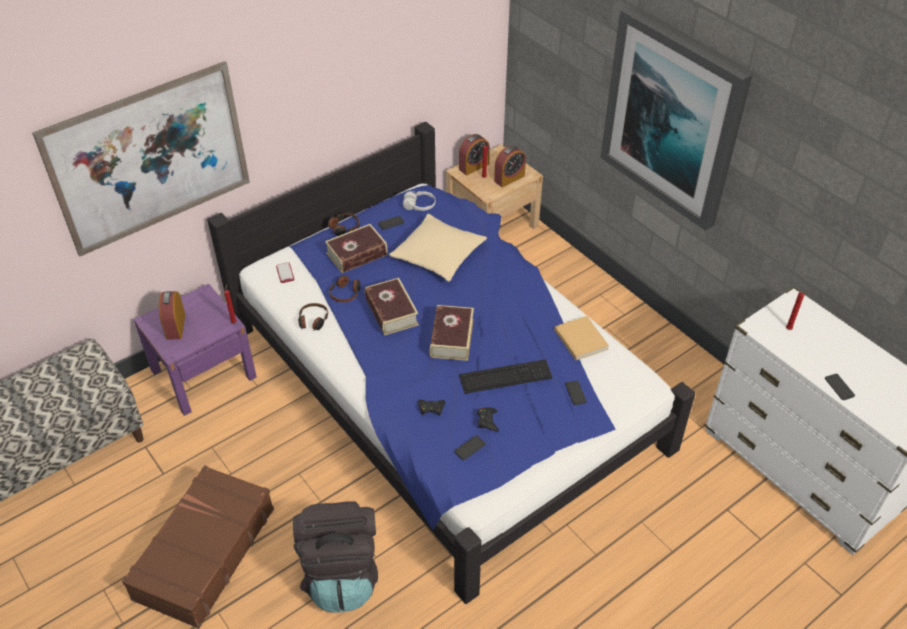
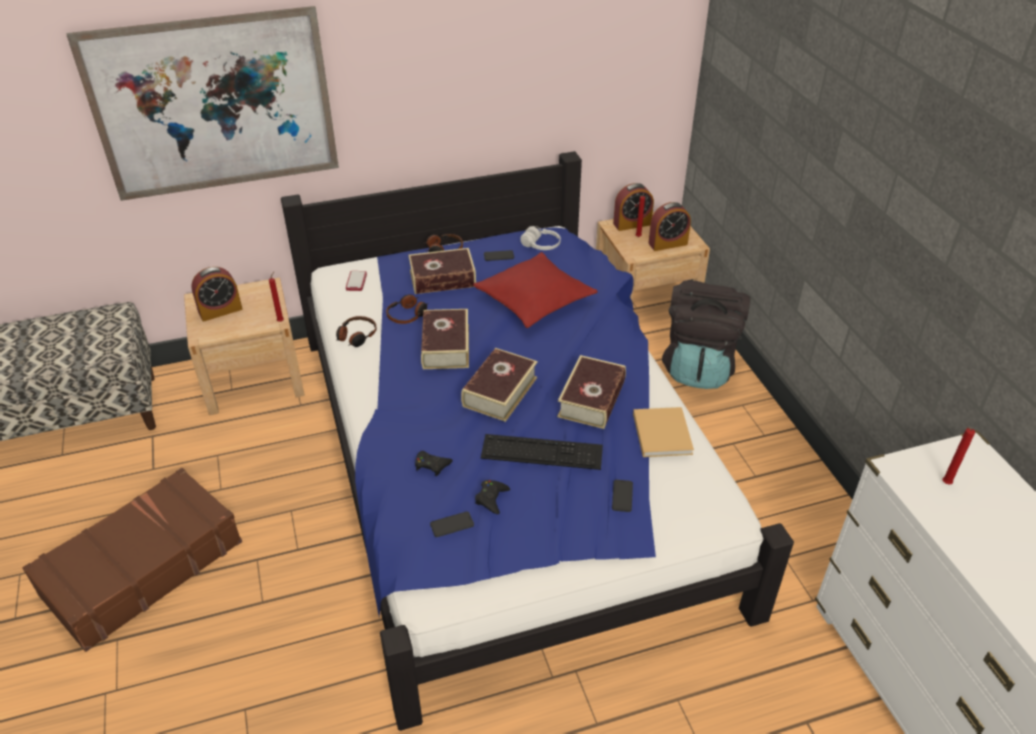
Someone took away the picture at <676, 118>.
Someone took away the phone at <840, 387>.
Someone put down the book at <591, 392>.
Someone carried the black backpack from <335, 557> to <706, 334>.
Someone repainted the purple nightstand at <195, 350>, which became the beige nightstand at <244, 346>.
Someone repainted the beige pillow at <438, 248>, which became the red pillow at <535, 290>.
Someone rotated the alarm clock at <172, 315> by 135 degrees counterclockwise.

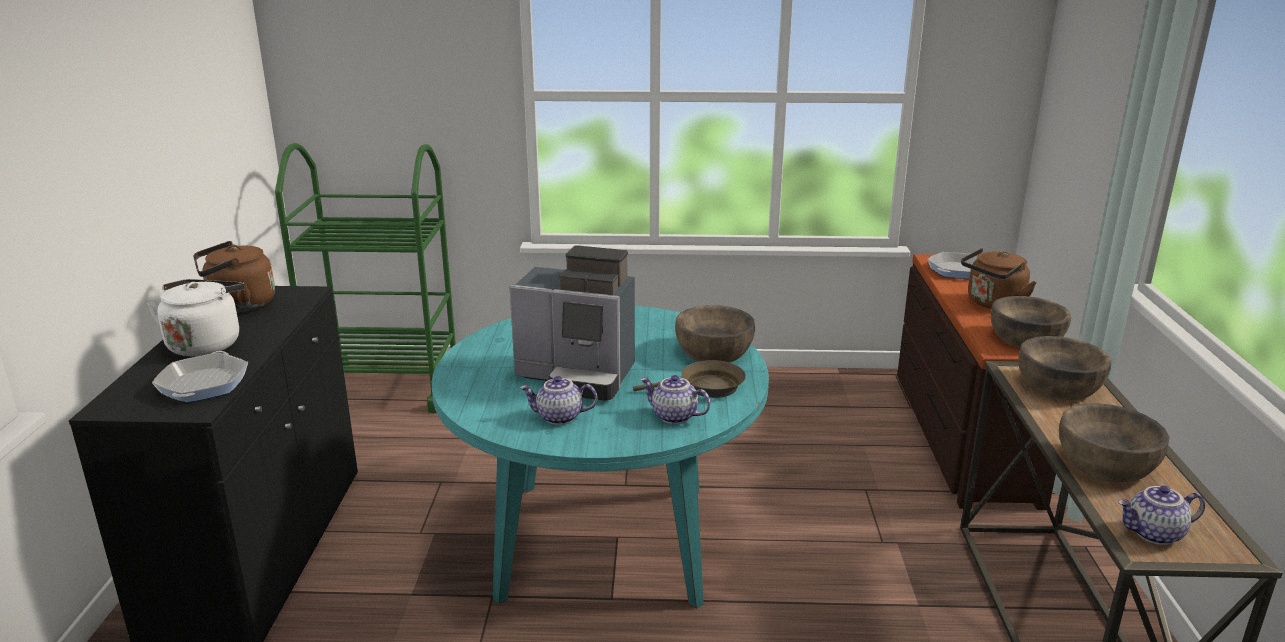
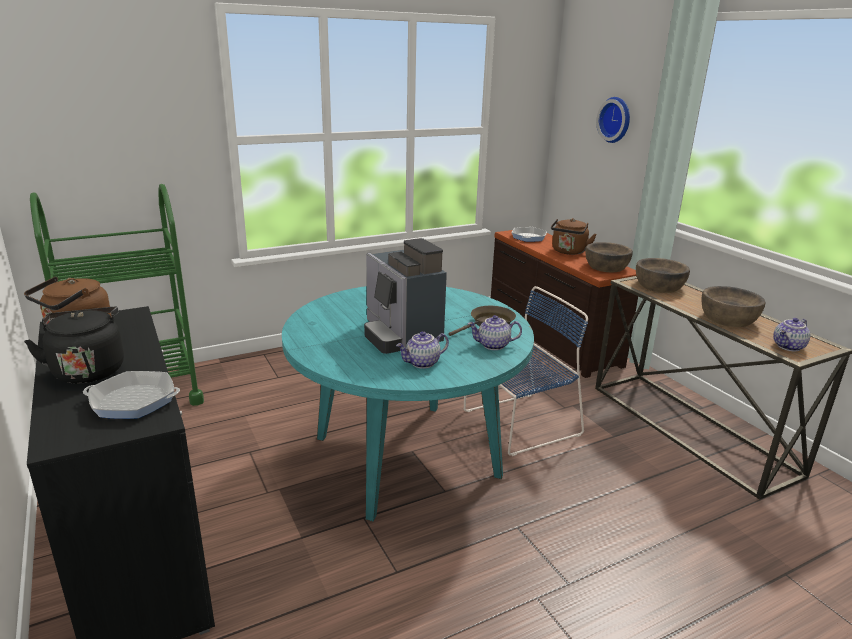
Someone took away the brown bowl at <715, 333>.
Someone put down the blue chair at <526, 371>.
Someone put up the wall clock at <613, 120>.
Someone repainted the white kettle at <196, 318>, which became the black kettle at <74, 345>.
Someone rotated the frying pan at <200, 377> by 120 degrees clockwise.
Someone rotated the coffee machine at <572, 323> by 75 degrees clockwise.

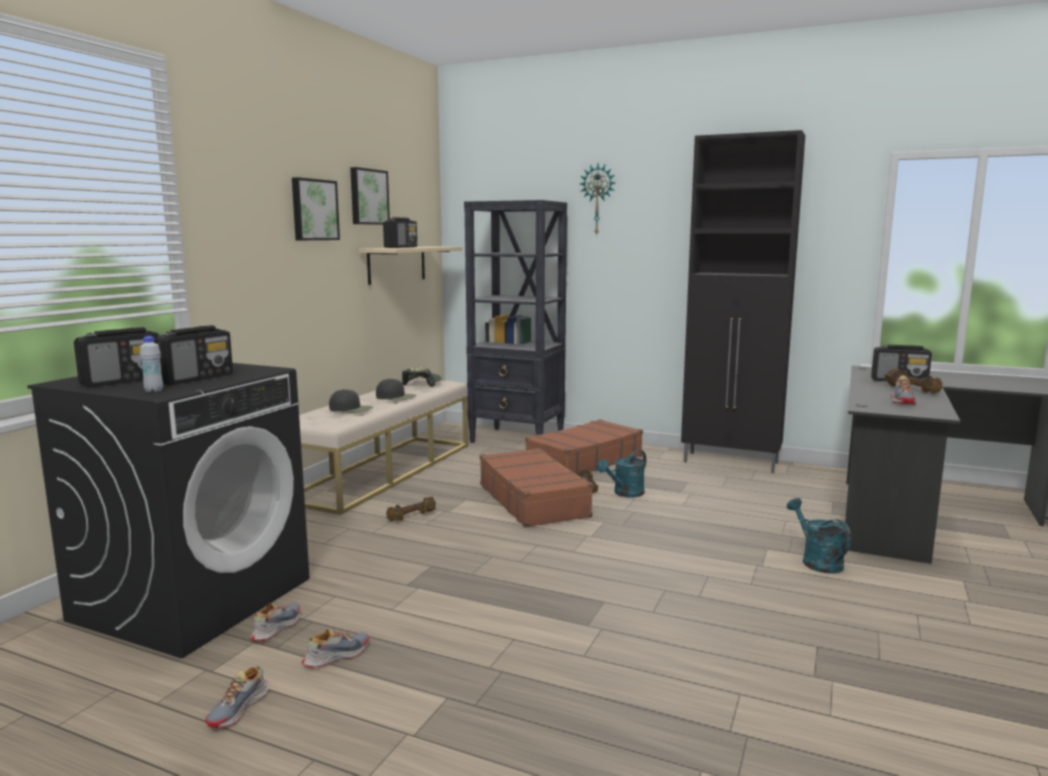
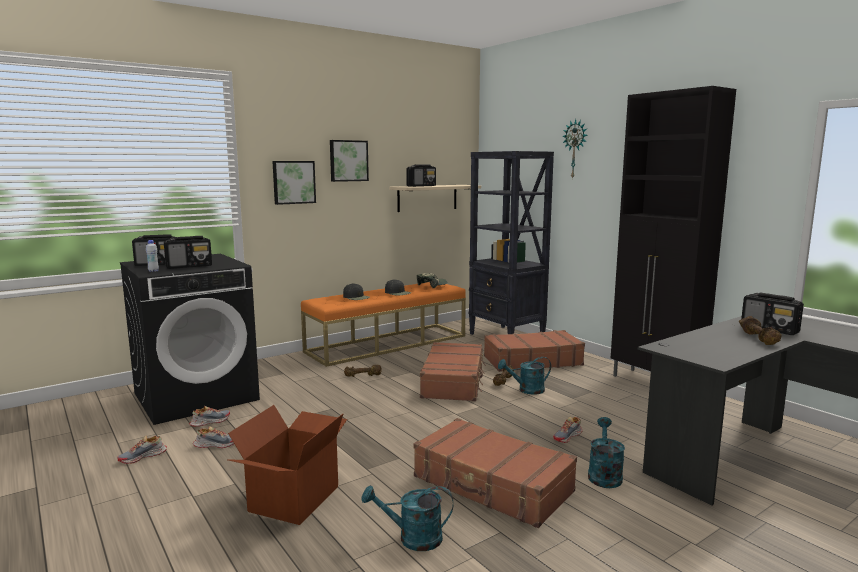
Someone put down the cardboard box at <287, 465>.
Someone put down the turquoise watering can at <407, 518>.
Someone put down the brown suitcase at <495, 473>.
Someone carried the picture from <370, 196> to <294, 183>.
Someone carried the shoe from <903, 389> to <568, 430>.
Someone repainted the beige bench at <383, 446>, which became the orange bench at <383, 324>.

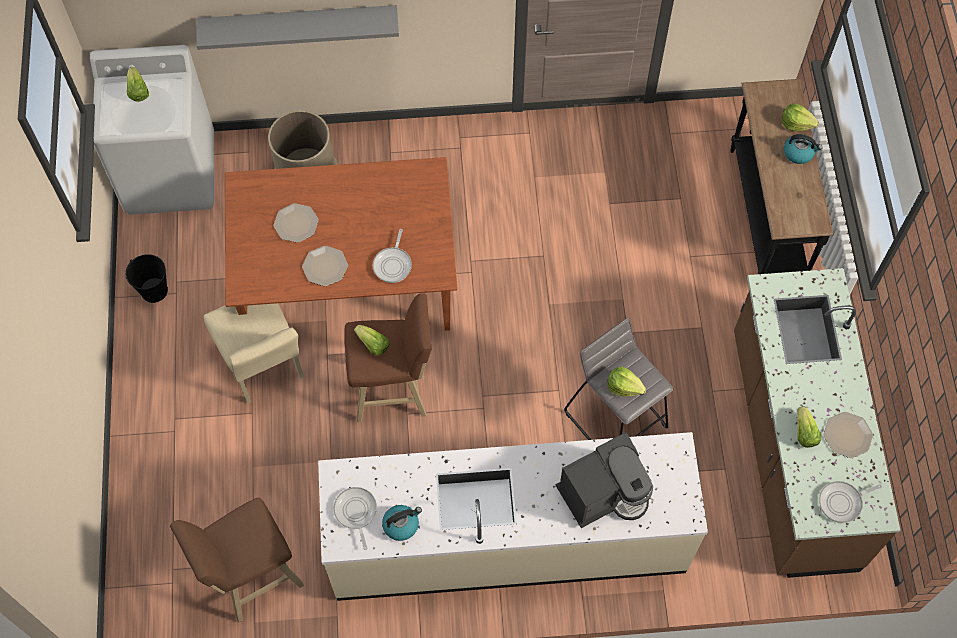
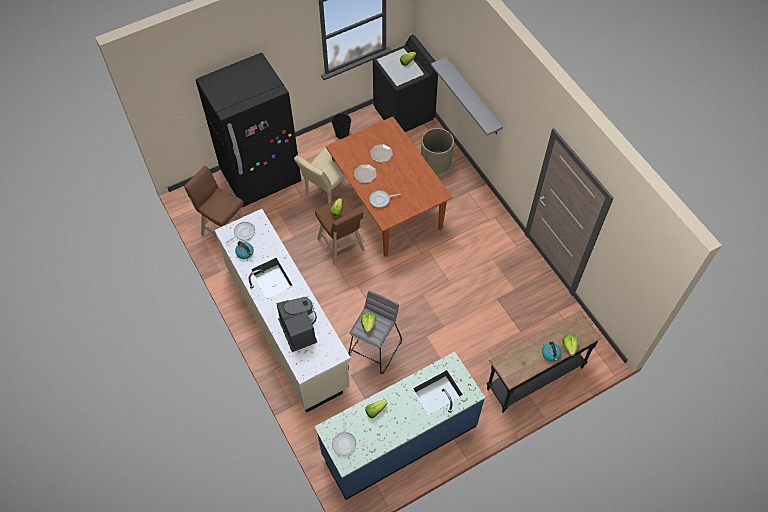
Someone took away the plate at <848, 435>.
Someone put down the black fridge at <249, 130>.
Someone repainted the white washing machine at <152, 130>, which became the black washing machine at <405, 83>.
Someone repainted the brown counter at <817, 423>, which became the blue counter at <400, 426>.
Someone rotated the coffee machine at <604, 480> by 150 degrees counterclockwise.
Someone rotated the frying pan at <850, 502> by 135 degrees counterclockwise.

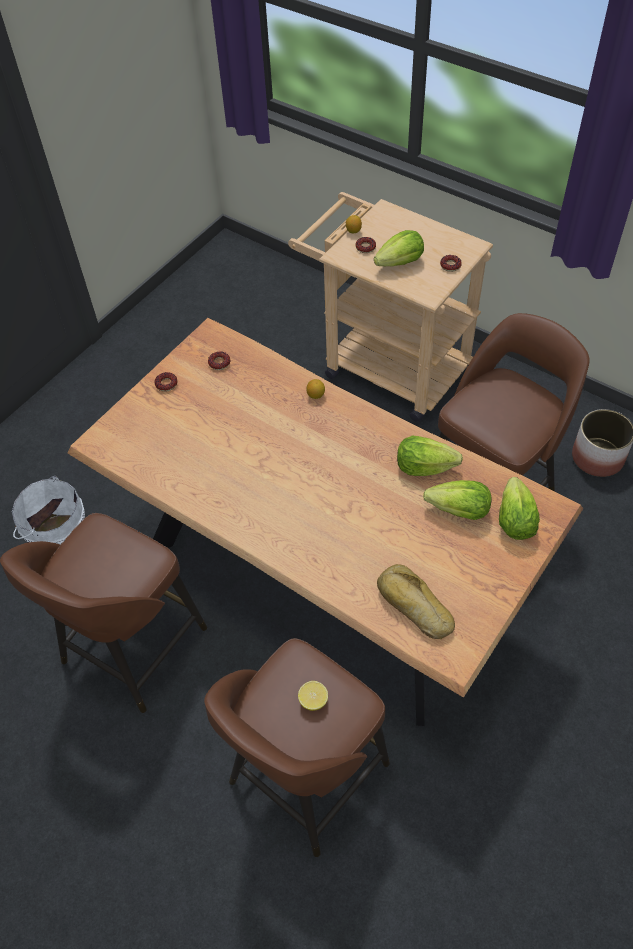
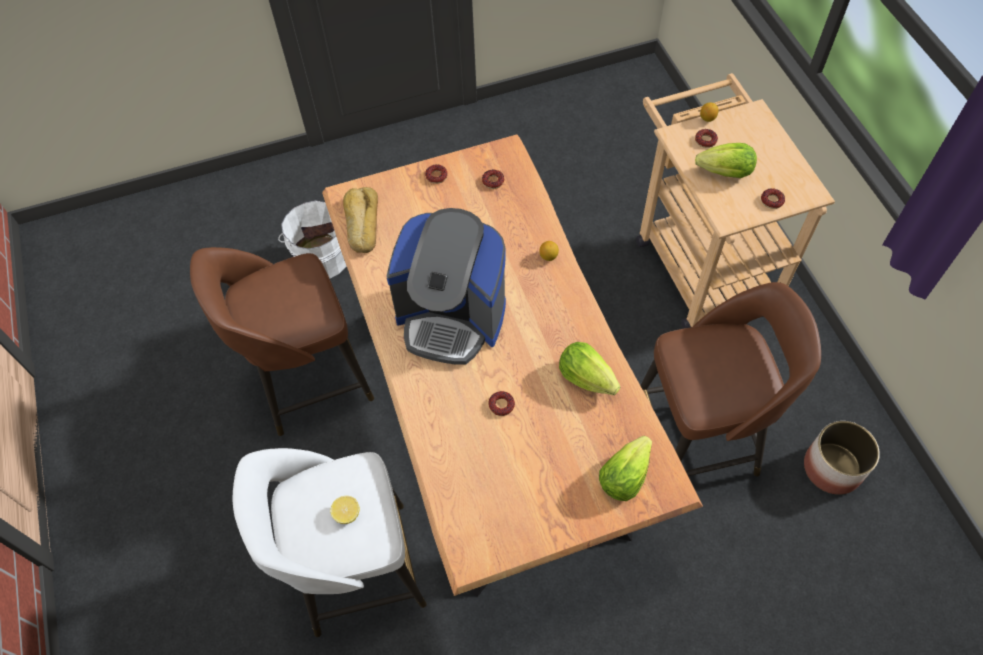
Someone took away the lettuce at <457, 500>.
Someone put down the coffee machine at <446, 286>.
Someone put down the donut at <501, 403>.
Someone carried the bread from <416, 601> to <360, 220>.
Someone repainted the brown stool at <297, 747>, which became the white stool at <329, 542>.

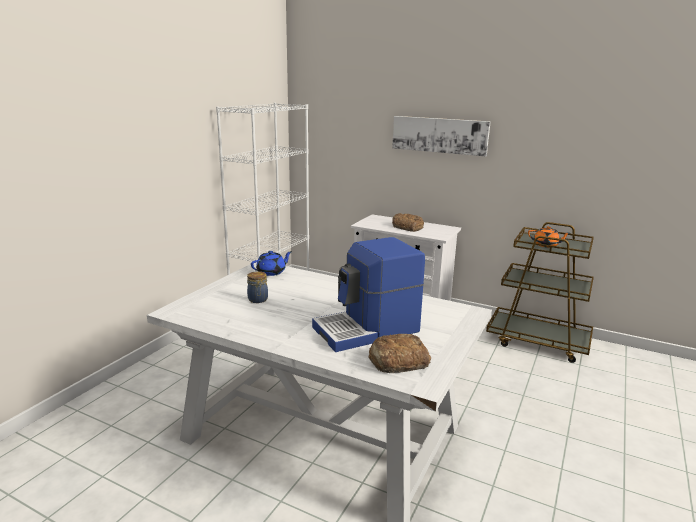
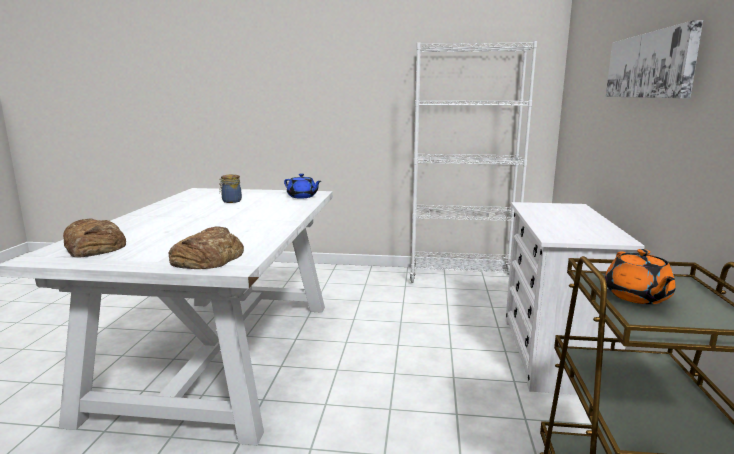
Someone took away the coffee machine at <368, 294>.
Someone carried the bread from <408, 222> to <206, 248>.

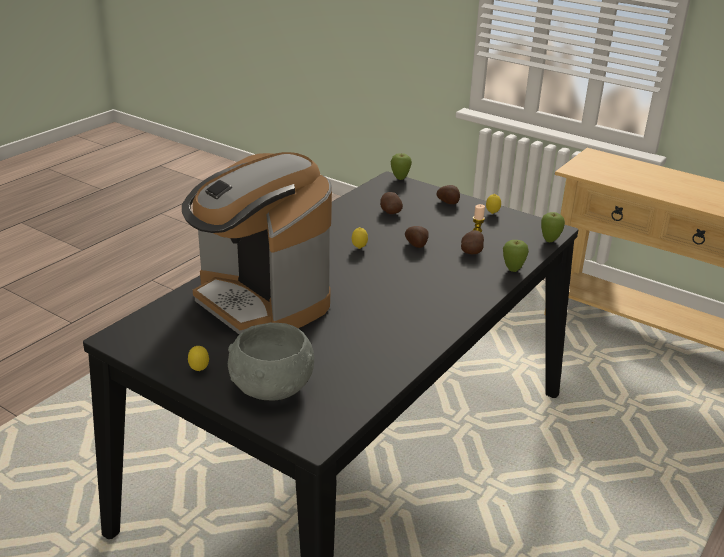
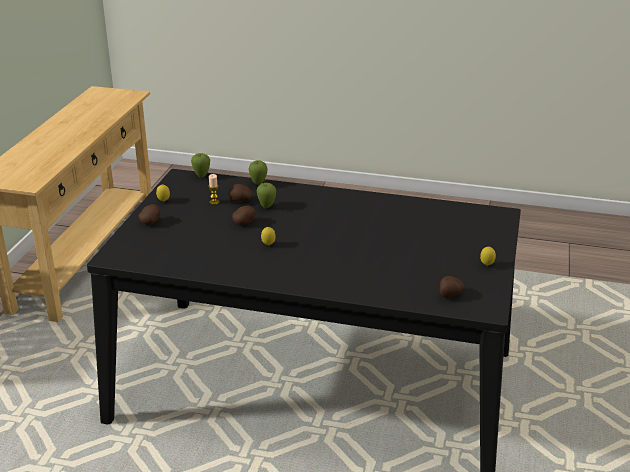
Someone took away the coffee machine at <257, 243>.
Someone took away the grey bowl at <271, 362>.
Someone carried the potato from <391, 203> to <452, 287>.
Someone carried the apple from <401, 166> to <266, 195>.

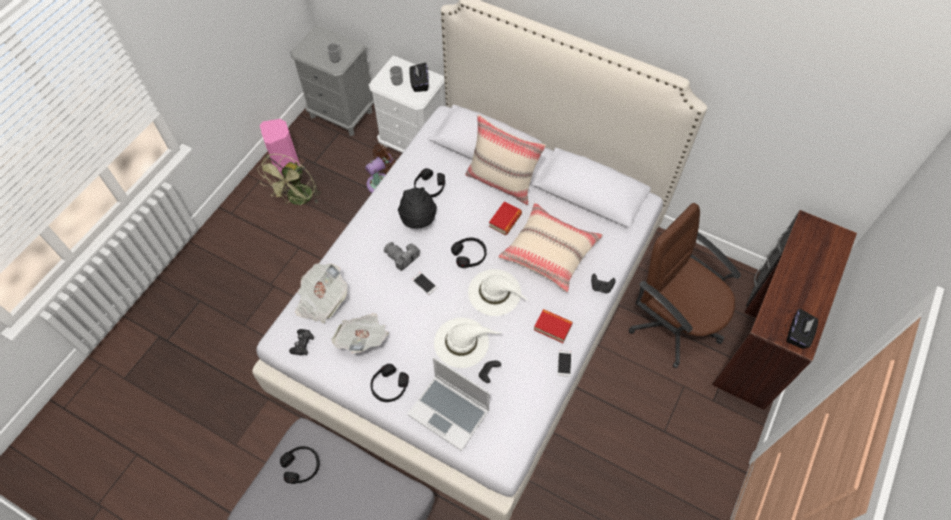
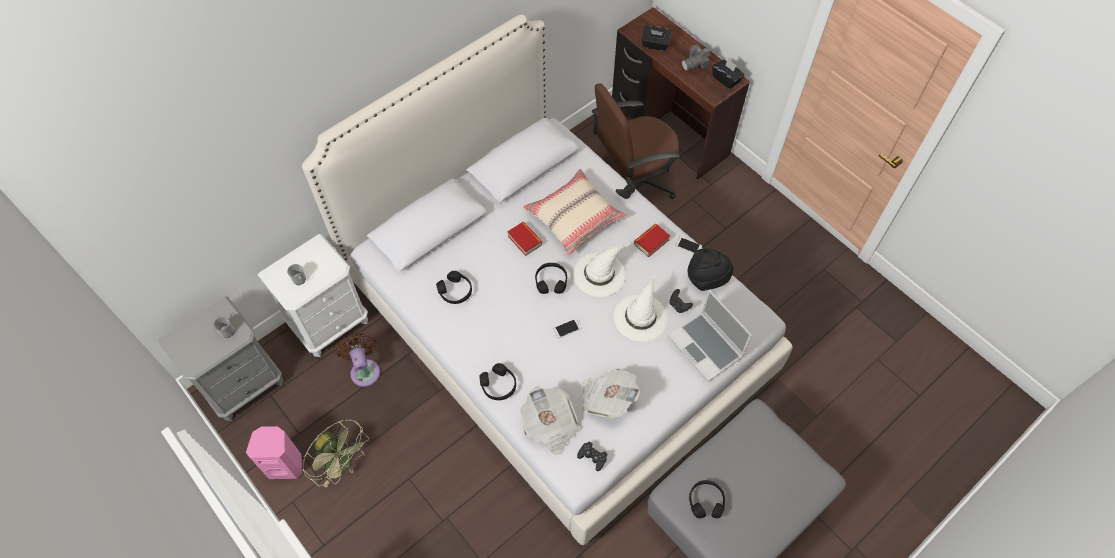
Someone took away the beige pillow at <505, 159>.
Someone carried the black headphones from <390, 383> to <497, 381>.
Someone carried the photo camera from <402, 256> to <696, 57>.
Someone carried the black hat from <417, 207> to <710, 269>.
Someone carried the black tissue box from <419, 77> to <656, 38>.
Someone rotated the laptop at <448, 404> by 90 degrees clockwise.

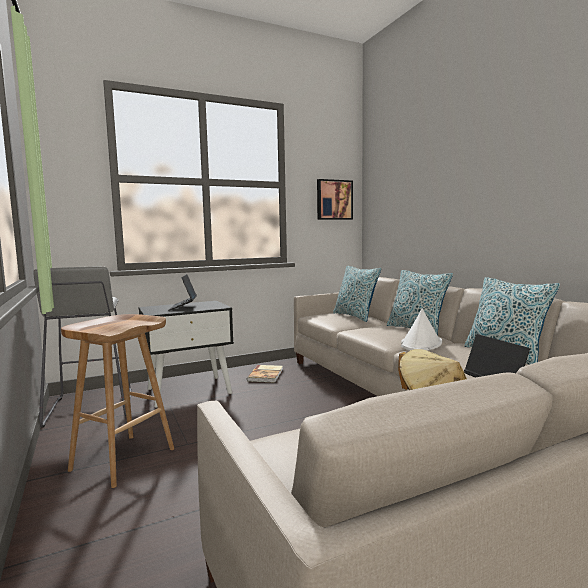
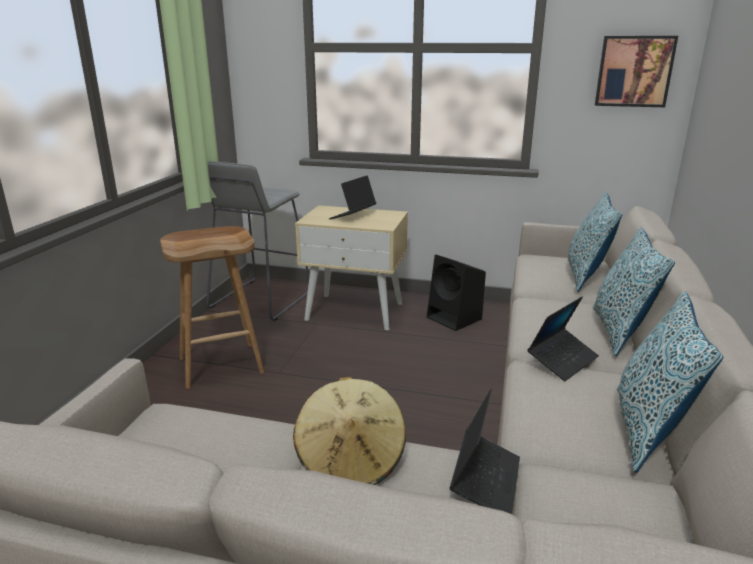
Someone swapped the book at <265, 373> for the black speaker at <456, 293>.
Someone swapped the white hat at <421, 330> for the laptop at <563, 339>.
Someone repainted the black nightstand at <186, 354>, which became the beige nightstand at <351, 267>.

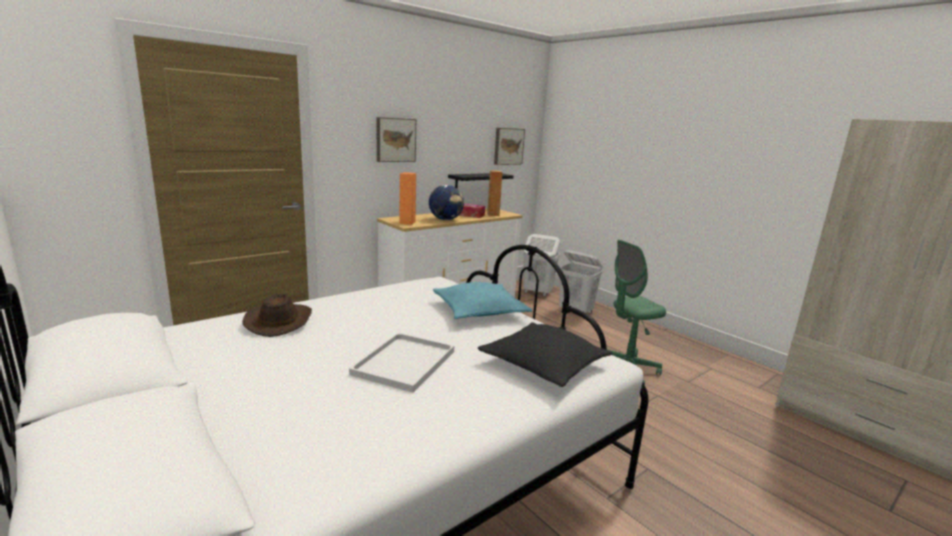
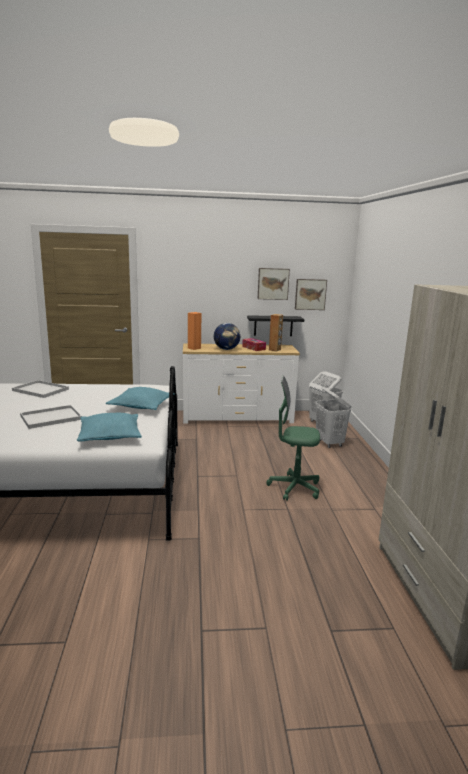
Someone carried the picture from <396, 139> to <274, 284>.
Someone swapped the brown hat at <277, 315> for the white tray at <40, 389>.
Someone repainted the black pillow at <545, 354>, which became the turquoise pillow at <109, 427>.

